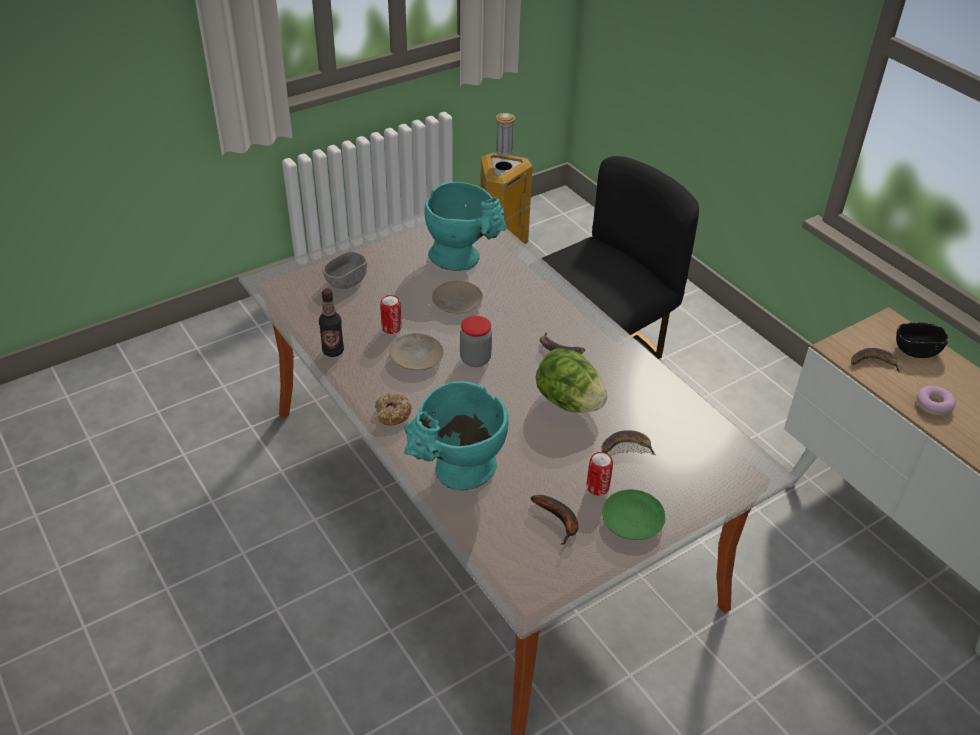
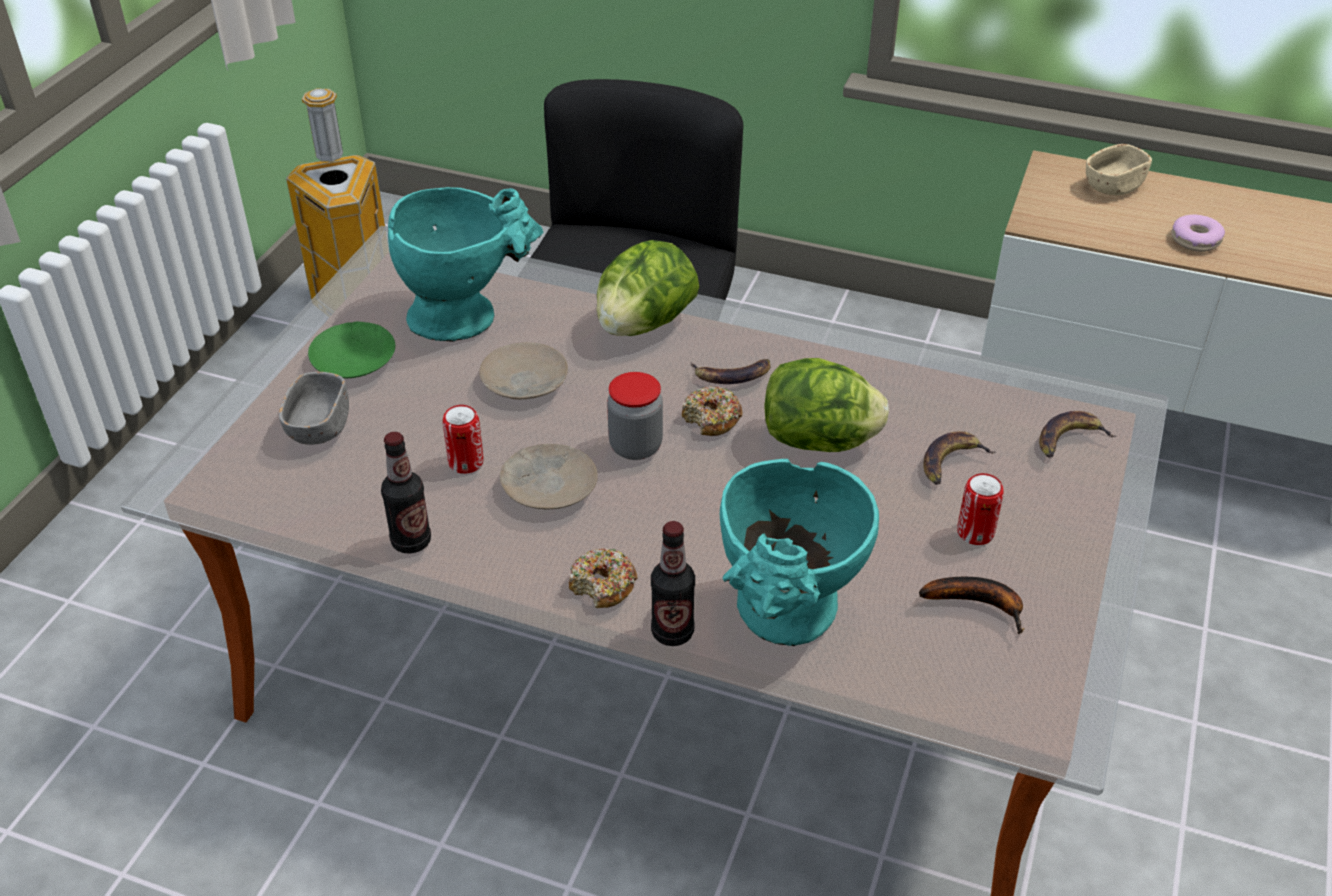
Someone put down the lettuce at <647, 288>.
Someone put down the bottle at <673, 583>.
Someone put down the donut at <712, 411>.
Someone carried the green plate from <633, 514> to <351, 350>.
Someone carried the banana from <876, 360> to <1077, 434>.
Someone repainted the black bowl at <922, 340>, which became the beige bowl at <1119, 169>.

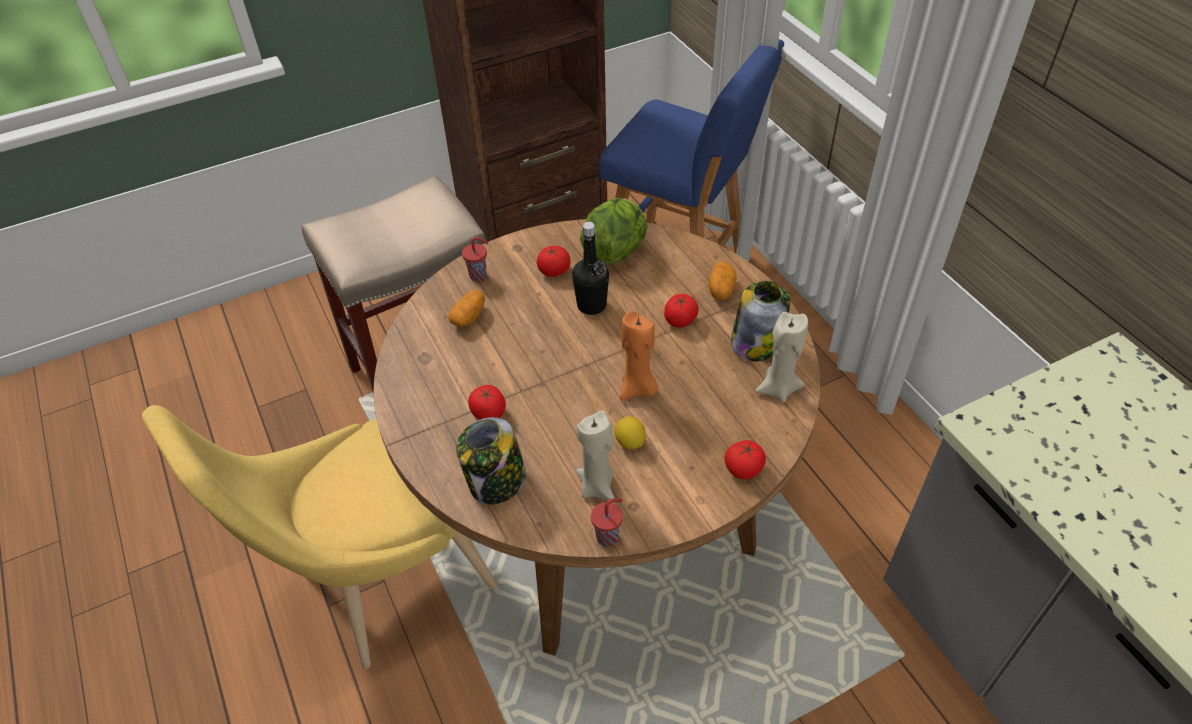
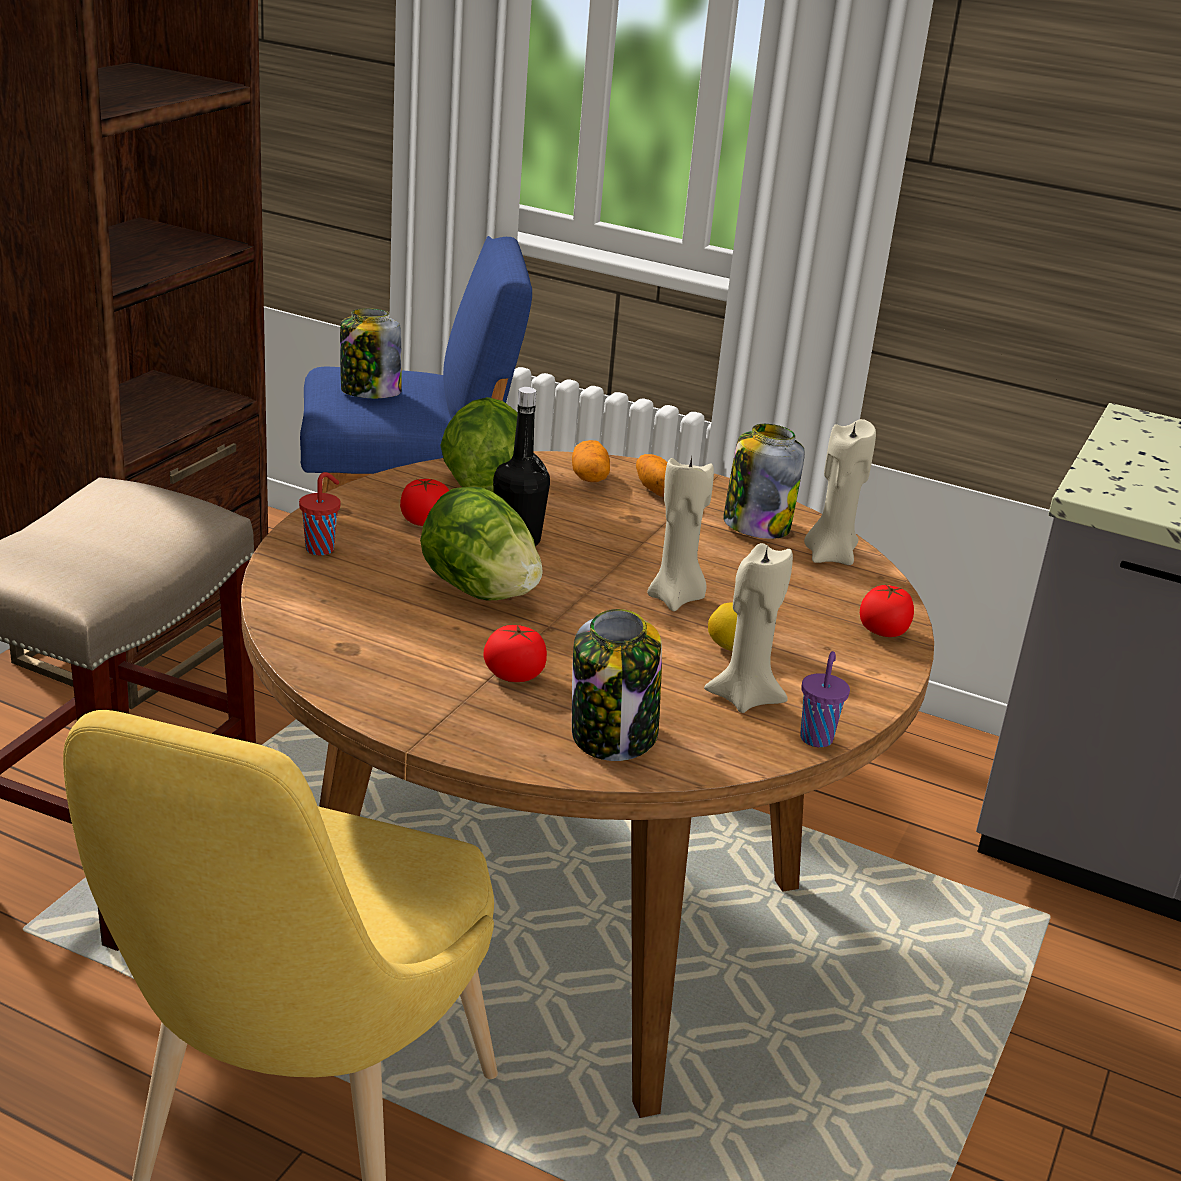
Someone took away the tomato at <681, 311>.
Someone put down the jar at <371, 353>.
Someone put down the lettuce at <481, 543>.
Someone carried the potato from <466, 308> to <591, 461>.
Someone repainted the red cup at <607, 522>, which became the purple cup at <825, 699>.
Someone repainted the orange candle at <639, 356>, which became the beige candle at <680, 534>.

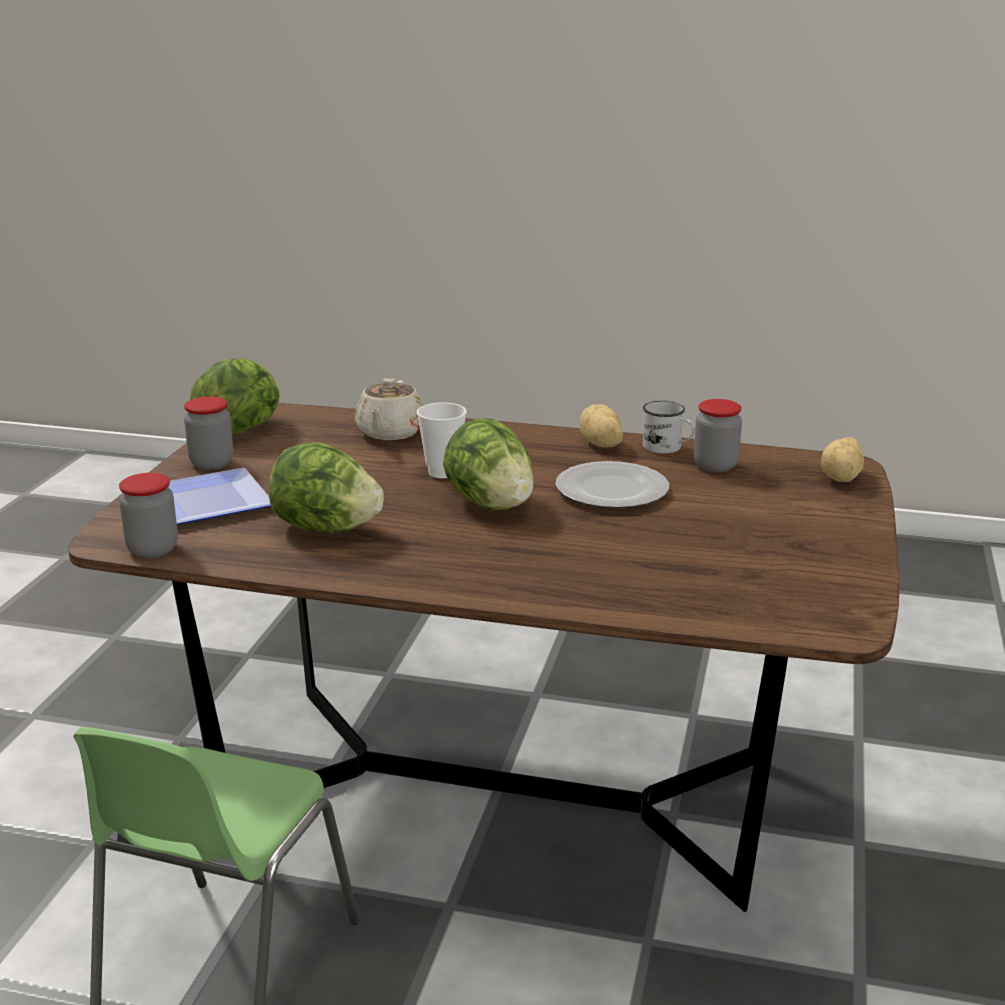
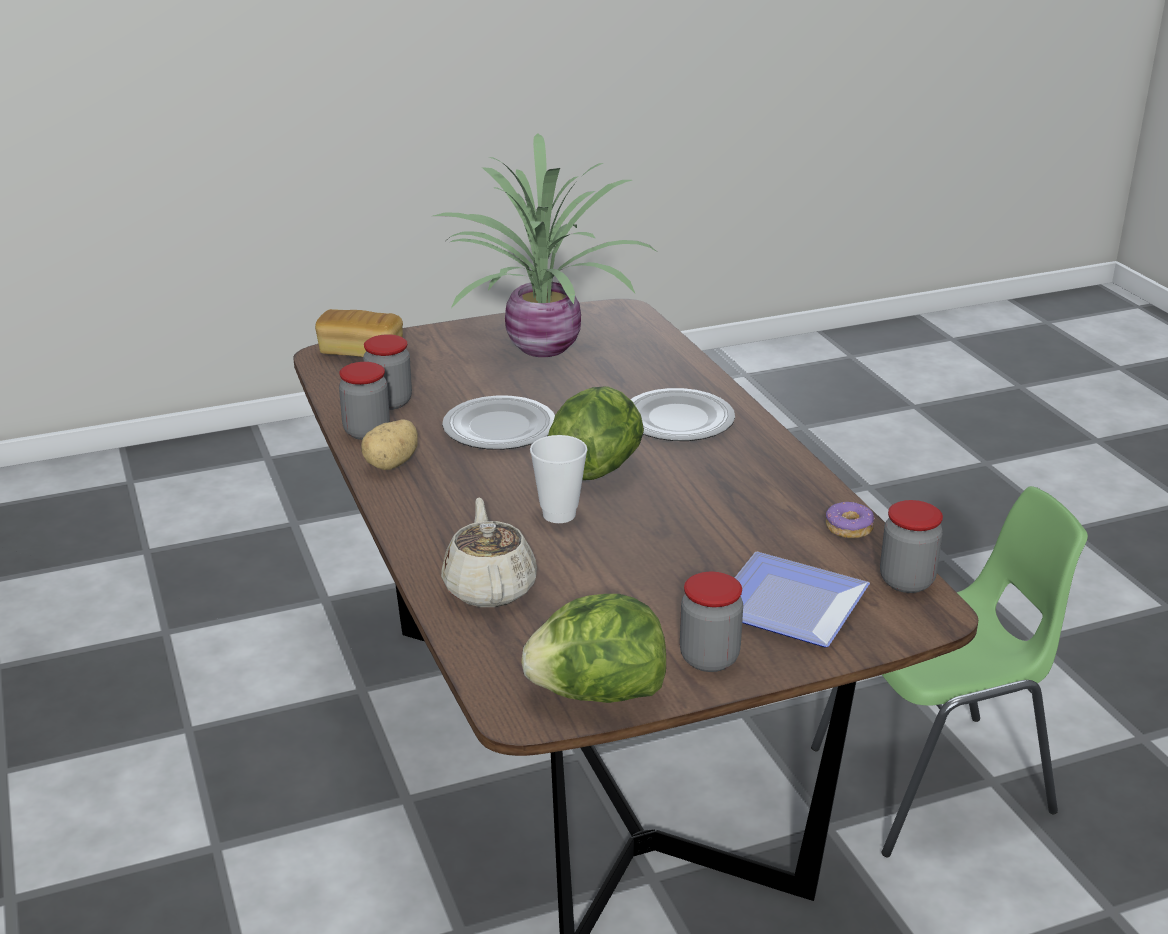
Someone took away the lettuce at <326, 487>.
Someone put down the potted plant at <545, 245>.
Someone put down the plate at <683, 414>.
Someone put down the donut at <850, 520>.
Someone swapped the white mug at <669, 427> for the jar at <364, 401>.
Someone swapped the potato at <842, 459> for the bread at <359, 333>.
Someone rotated the beige teapot at <389, 409> by 75 degrees counterclockwise.

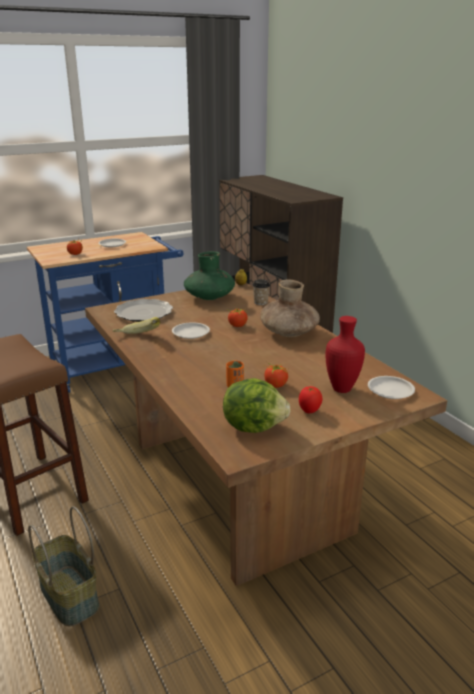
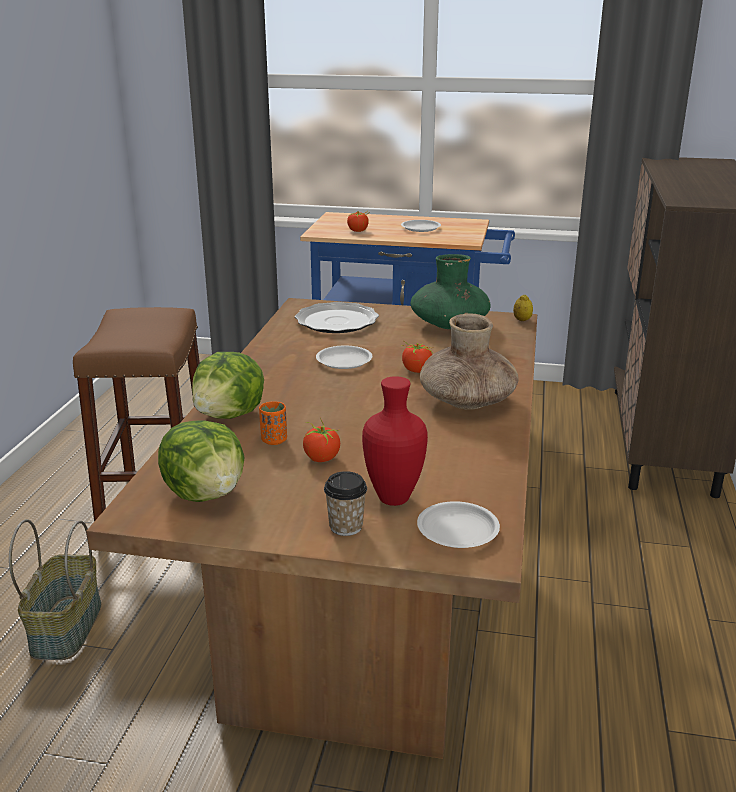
Someone took away the banana at <136, 325>.
Someone took away the tomato at <311, 399>.
Someone put down the lettuce at <228, 385>.
Someone carried the cup from <261, 292> to <345, 503>.

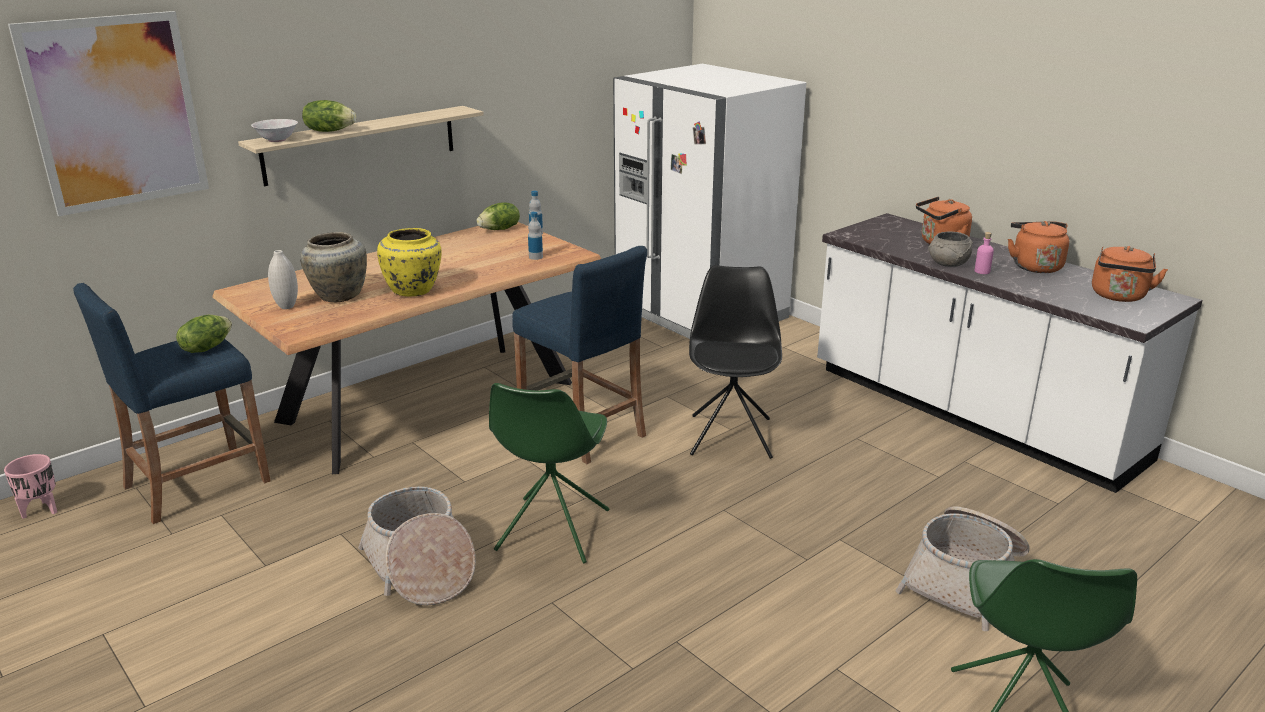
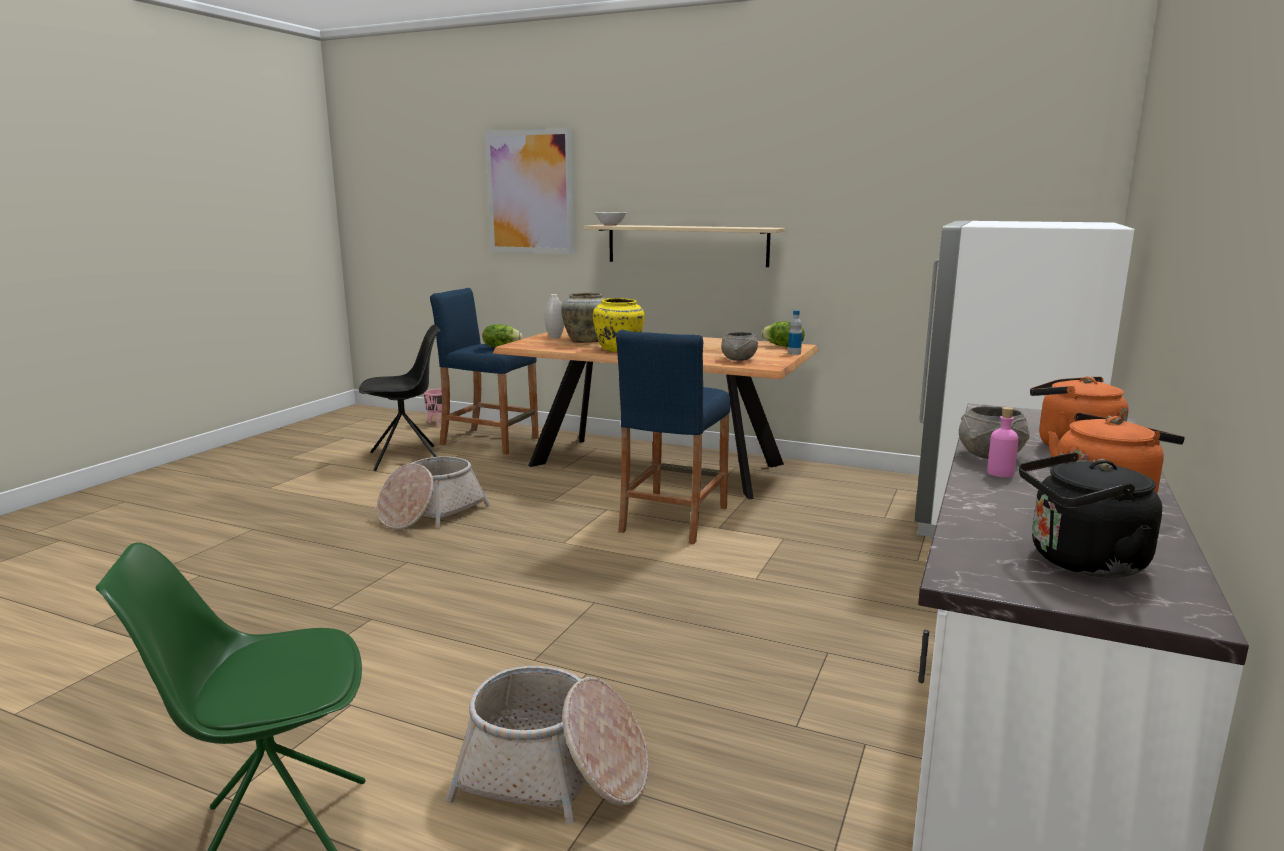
Someone took away the lettuce at <329, 116>.
Someone took away the green chair at <549, 473>.
Someone carried the black chair from <735, 362> to <400, 398>.
Someone swapped the bottle at <535, 236> for the grey bowl at <739, 346>.
Someone repainted the orange kettle at <1130, 274>, which became the black kettle at <1090, 515>.

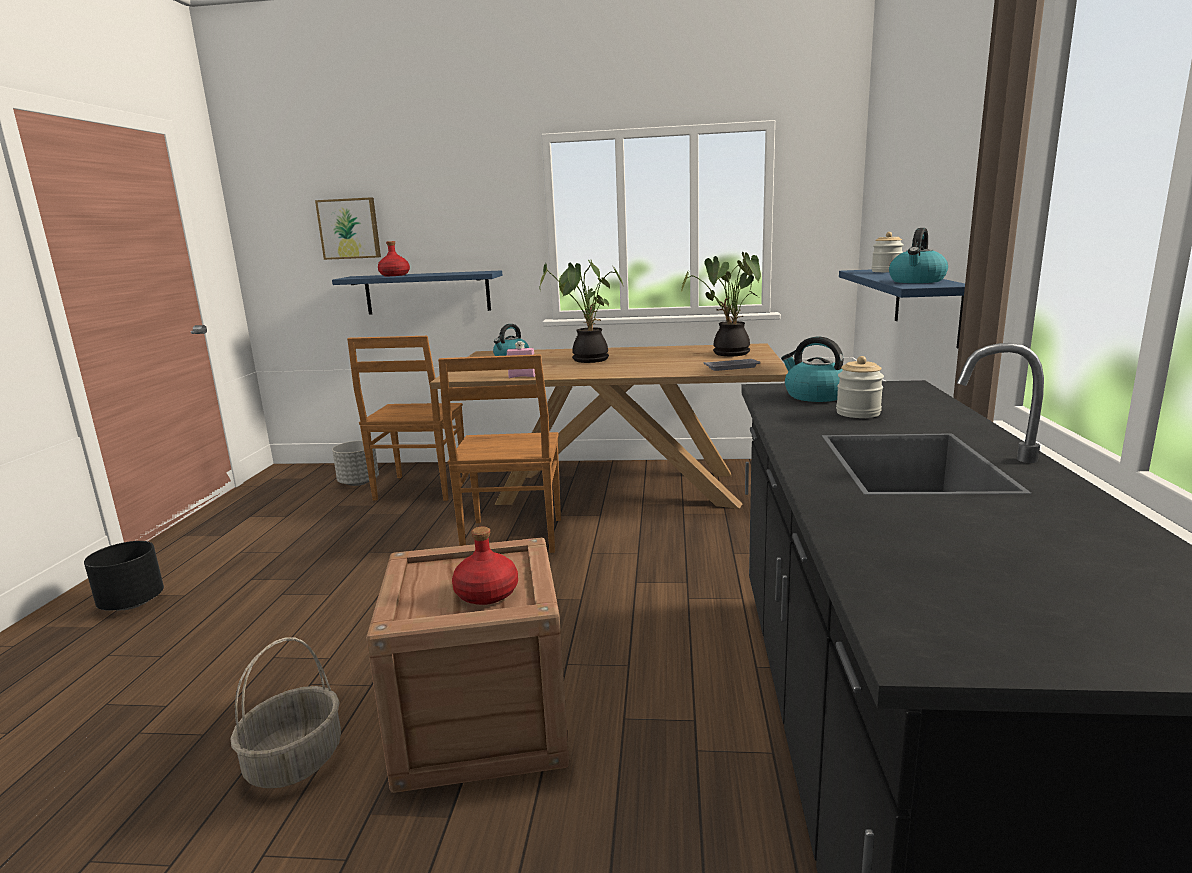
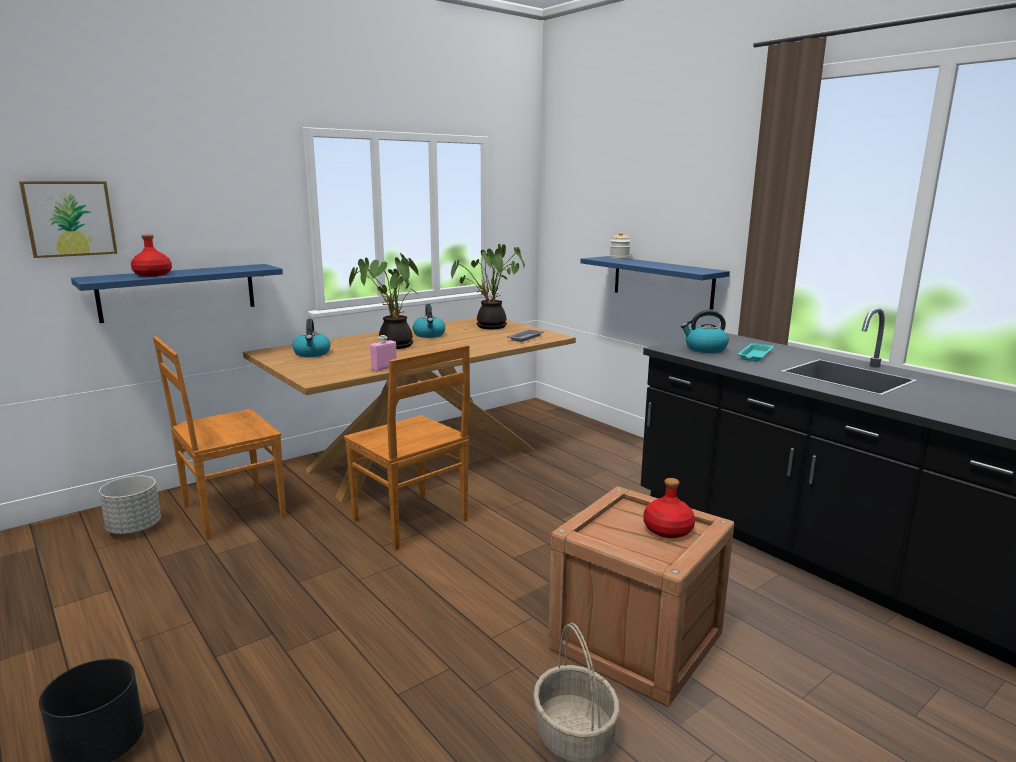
Someone carried the kettle from <918, 255> to <429, 321>.
Someone swapped the jar at <860, 387> for the turquoise tray at <755, 352>.
Someone rotated the brown chair at <405, 418> by 90 degrees clockwise.

